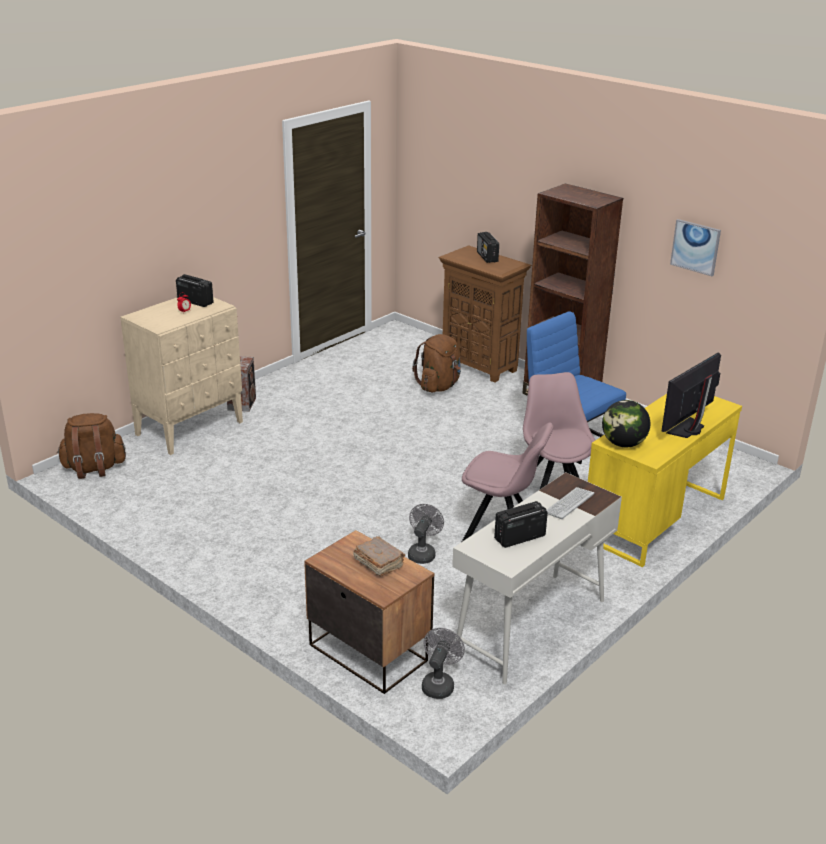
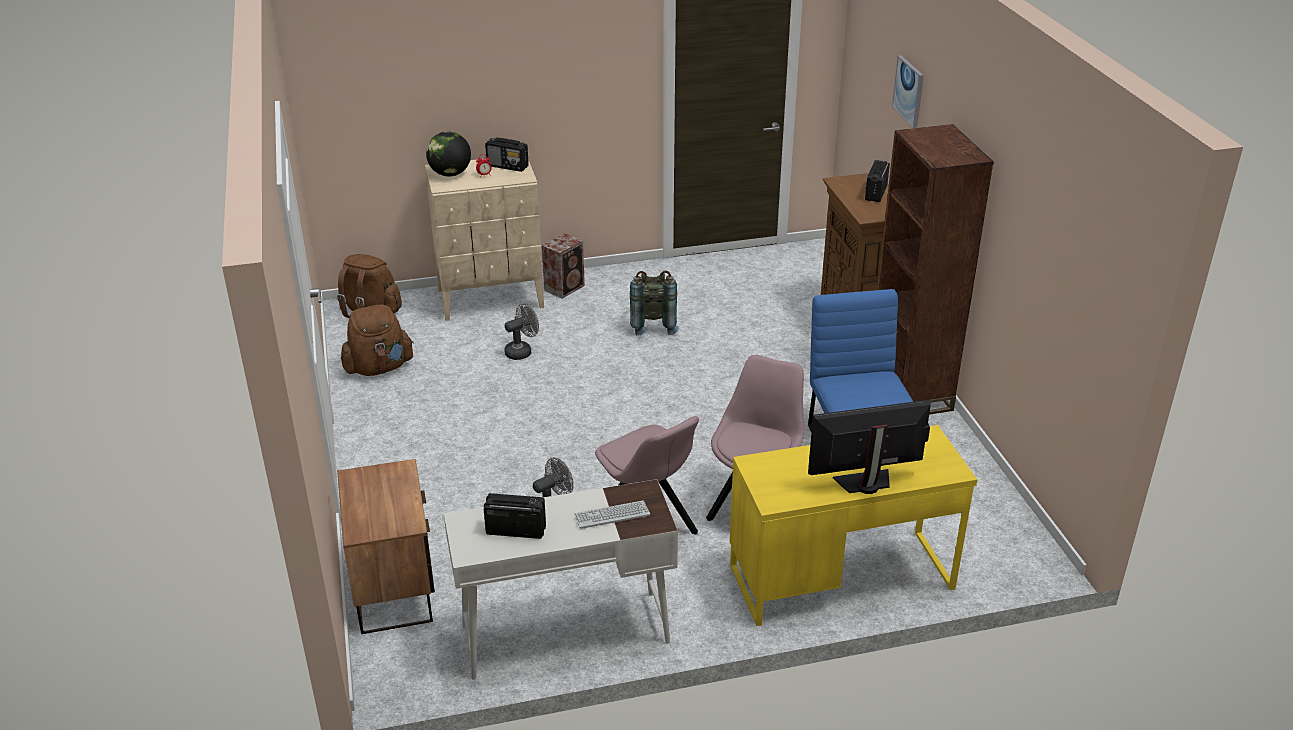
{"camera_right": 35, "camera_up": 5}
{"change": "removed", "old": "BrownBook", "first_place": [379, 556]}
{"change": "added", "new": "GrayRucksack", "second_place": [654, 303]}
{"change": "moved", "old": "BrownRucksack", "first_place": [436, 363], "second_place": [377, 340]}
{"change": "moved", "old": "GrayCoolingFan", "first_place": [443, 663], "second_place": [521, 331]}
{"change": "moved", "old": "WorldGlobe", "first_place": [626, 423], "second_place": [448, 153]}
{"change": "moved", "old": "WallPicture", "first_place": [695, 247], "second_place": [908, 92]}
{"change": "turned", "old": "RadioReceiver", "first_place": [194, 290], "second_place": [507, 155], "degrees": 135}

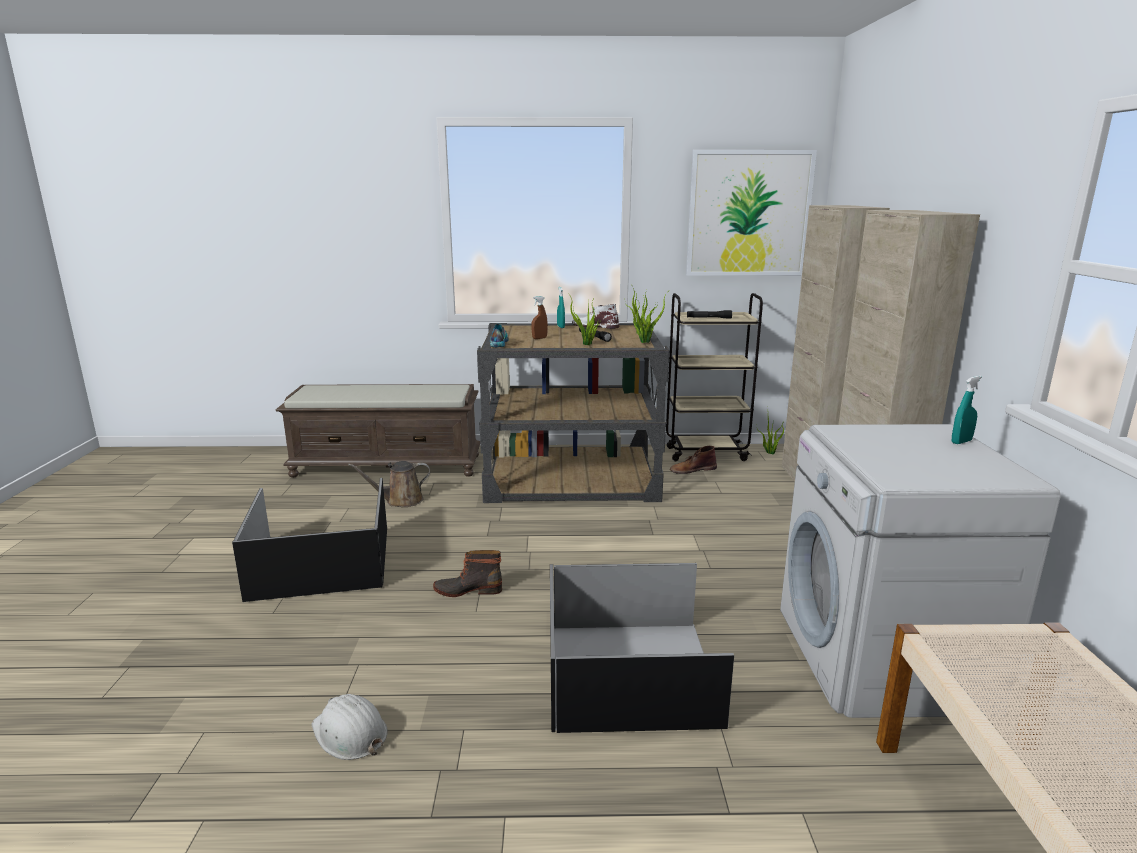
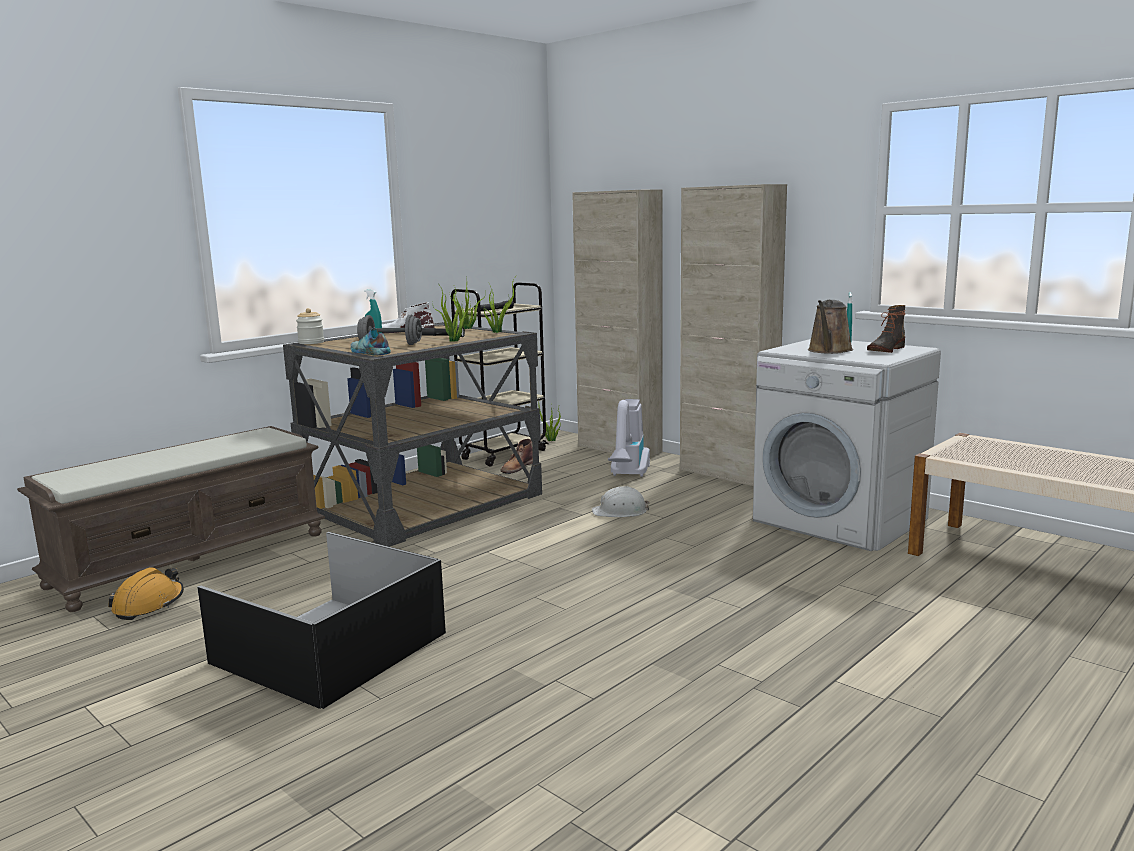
{"camera_right": -45, "camera_up": -5}
{"change": "removed", "old": "BlackStorageContainer", "first_place": [642, 648]}
{"change": "removed", "old": "WallPicture", "first_place": [751, 213]}
{"change": "added", "new": "OrangeColouredSafetyHelmet", "second_place": [146, 593]}
{"change": "added", "new": "Jar", "second_place": [310, 326]}
{"change": "added", "new": "Vacuum", "second_place": [629, 438]}
{"change": "moved", "old": "WhiteColouredSafetyHelmet", "first_place": [349, 727], "second_place": [620, 501]}
{"change": "moved", "old": "BrownWateringCan", "first_place": [389, 484], "second_place": [830, 327]}
{"change": "moved", "old": "HighTopBoot", "first_place": [467, 573], "second_place": [886, 329]}
{"change": "replaced", "old": "BrownHandSprayer", "new": "GrayHandWeight", "first_place": [539, 317], "second_place": [389, 330]}

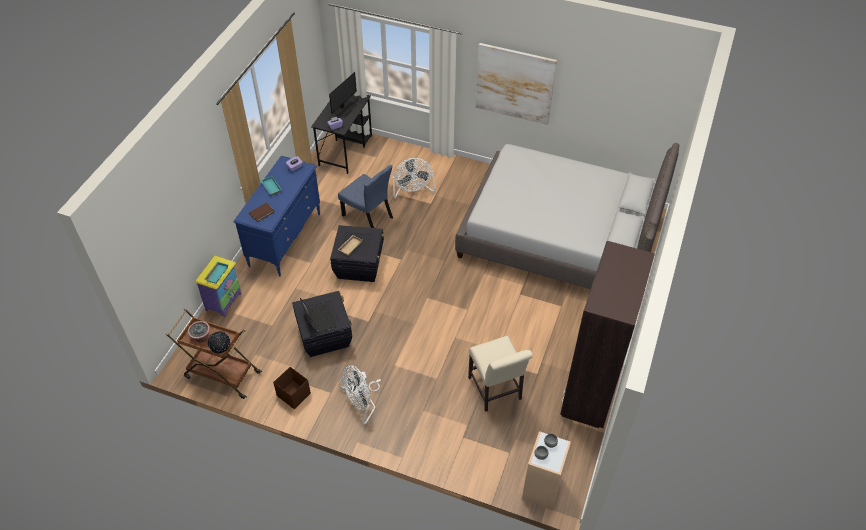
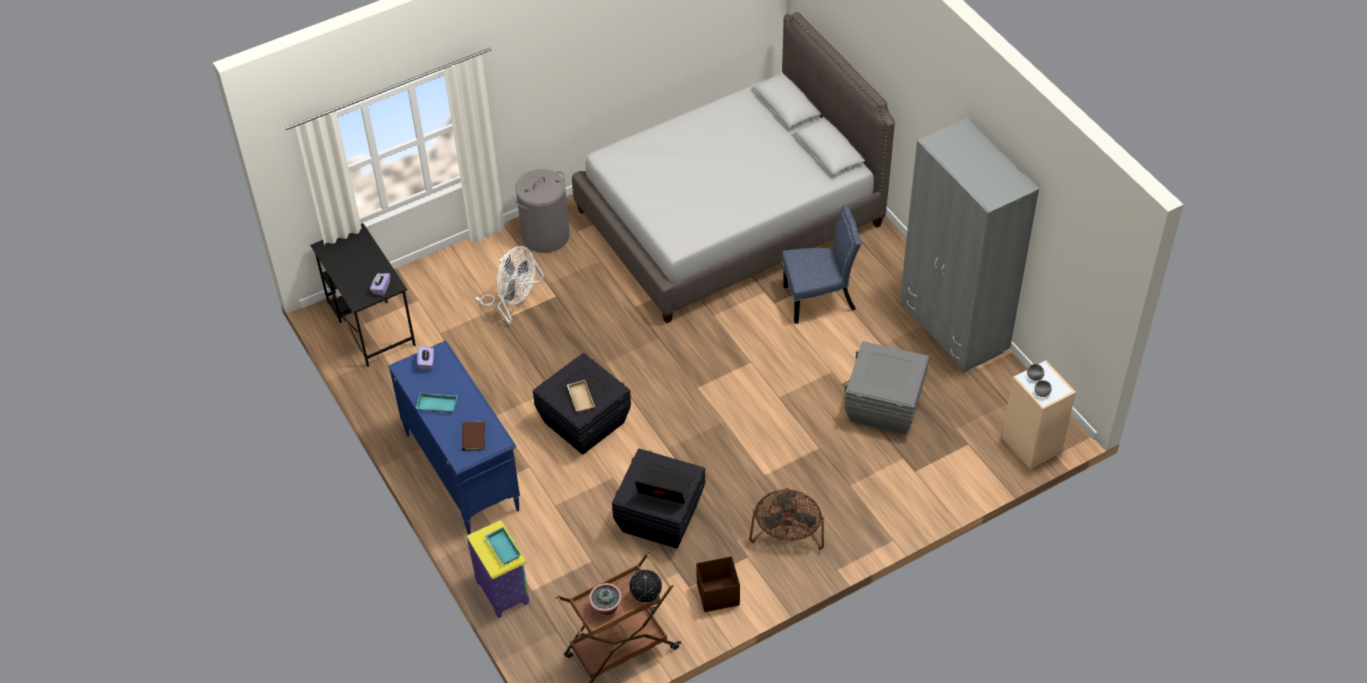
{"camera_right": -50, "camera_up": 0}
{"change": "removed", "old": "ComputerDisplay", "first_place": [343, 94]}
{"change": "removed", "old": "WallPicture", "first_place": [516, 84]}
{"change": "added", "new": "GrayWashingBasket", "second_place": [542, 211]}
{"change": "moved", "old": "BluishChair", "first_place": [365, 196], "second_place": [821, 263]}
{"change": "replaced", "old": "BeigeColouredChair", "new": "GrayStorageContainer", "first_place": [500, 374], "second_place": [887, 388]}
{"change": "recoloured", "old": "WhiteColouredCoolingFan", "new": "BrownCoolingFan", "first_place": [360, 395], "second_place": [786, 519]}
{"change": "recoloured", "old": "BrownClothesCupboard", "new": "GrayClothesCupboard", "first_place": [607, 334], "second_place": [969, 245]}

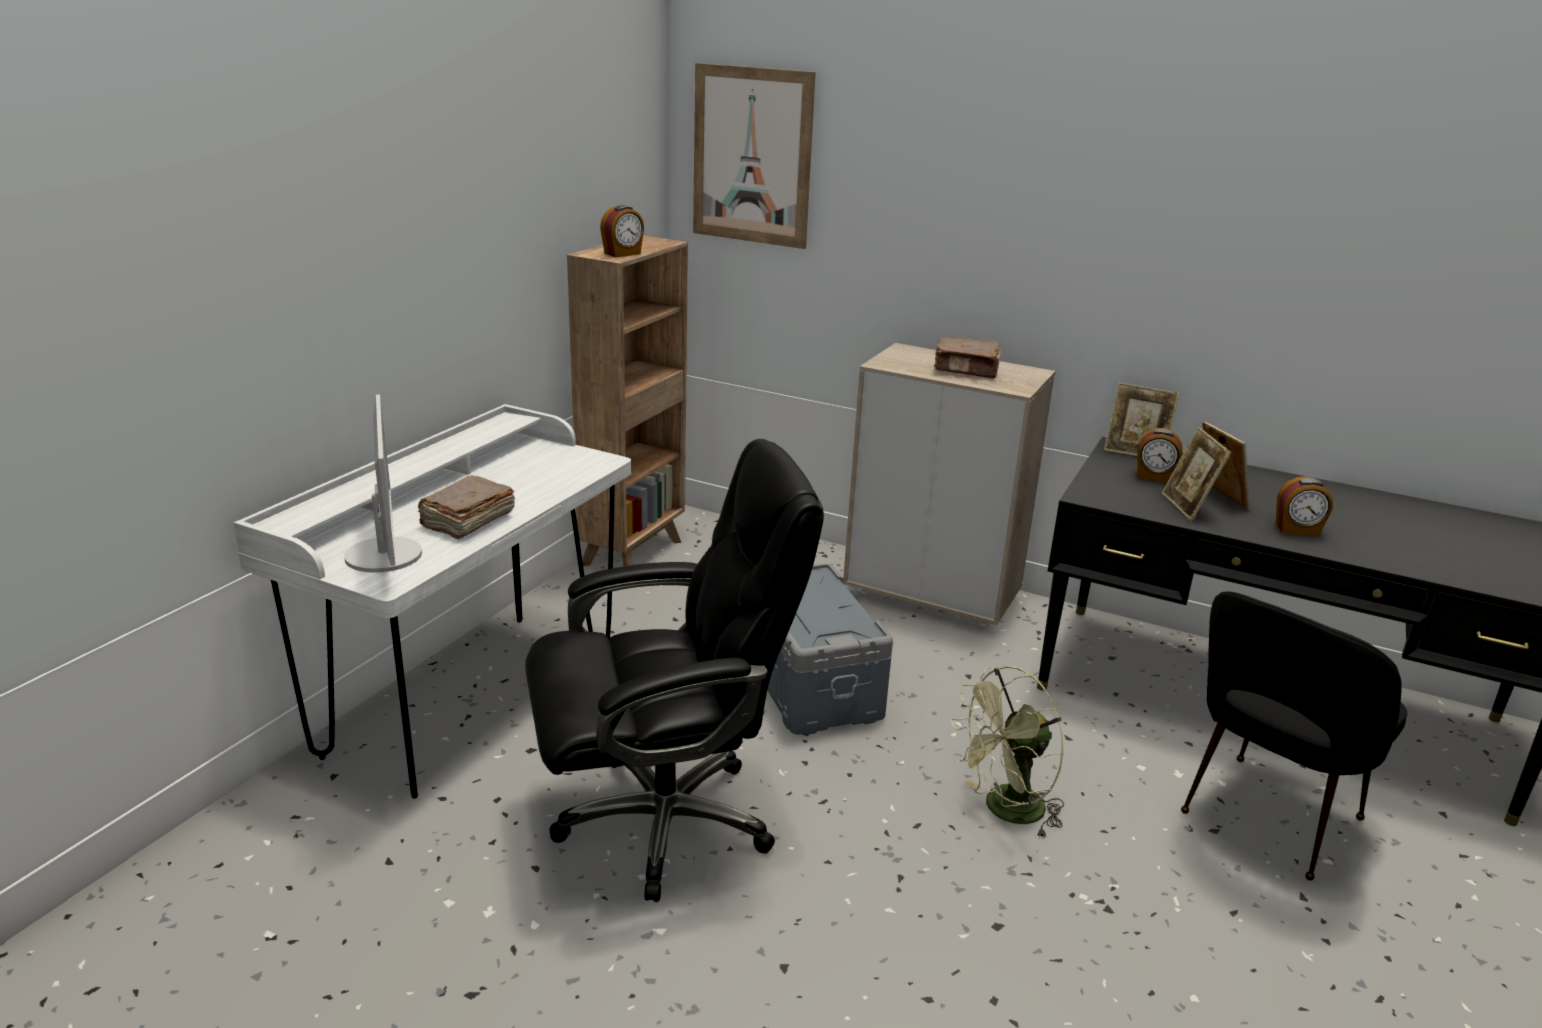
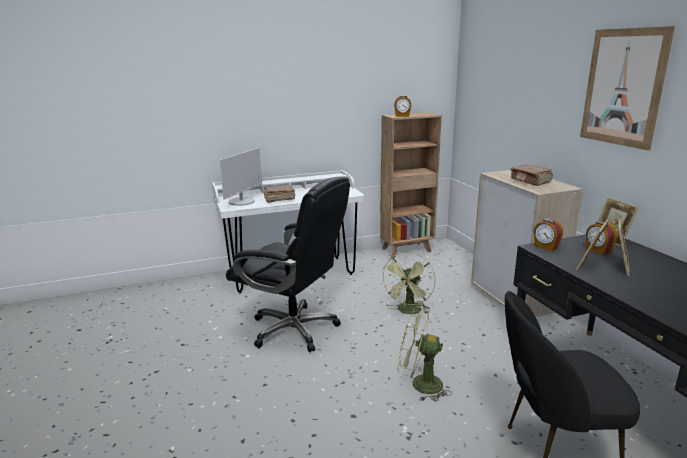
{"camera_right": 45, "camera_up": -5}
{"change": "moved", "old": "WallPicture", "first_place": [754, 156], "second_place": [627, 88]}
{"change": "moved", "old": "AlarmClock", "first_place": [1304, 506], "second_place": [548, 235]}
{"change": "replaced", "old": "GrayStorageContainer", "new": "GreenCoolingFan", "first_place": [830, 649], "second_place": [409, 283]}

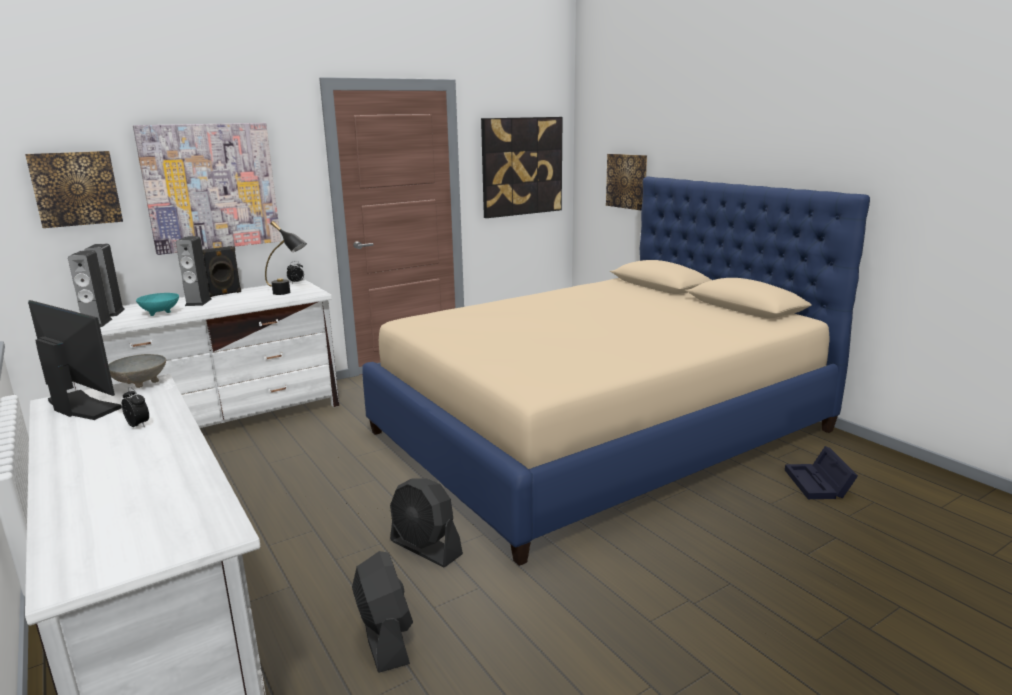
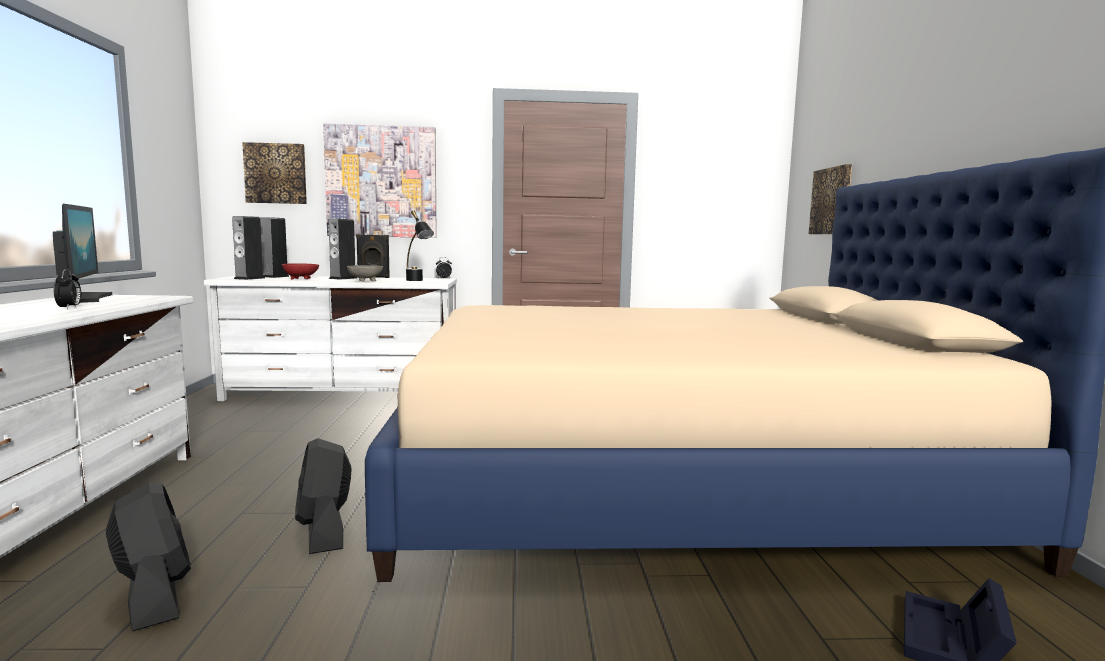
{"camera_right": 30, "camera_up": -10}
{"change": "removed", "old": "WallPicture", "first_place": [522, 167]}
{"change": "moved", "old": "GrayDeepDish", "first_place": [137, 371], "second_place": [365, 273]}
{"change": "recoloured", "old": "BlueGreenDeepDish", "new": "RedColouredDeepDish", "first_place": [157, 304], "second_place": [300, 271]}
{"change": "turned", "old": "BlackCoolingFan", "first_place": [382, 612], "second_place": [148, 557], "degrees": -45}

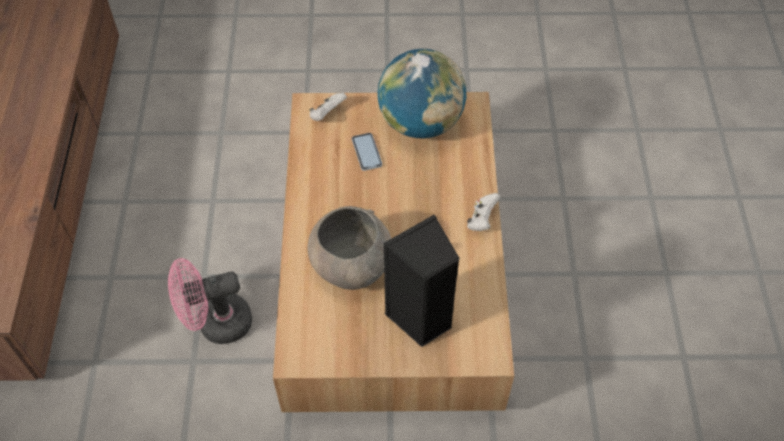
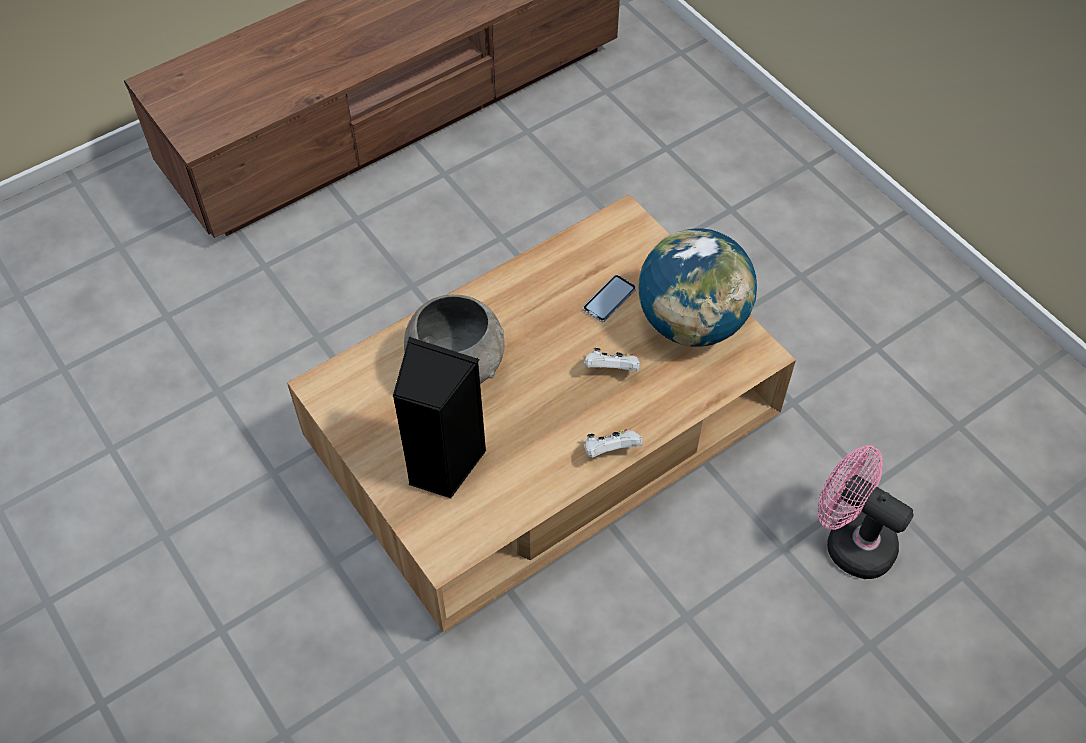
{"camera_right": 55, "camera_up": 0}
{"change": "moved", "old": "PinkColouredCoolingFan", "first_place": [210, 301], "second_place": [866, 512]}
{"change": "moved", "old": "WhiteColouredGameController", "first_place": [328, 107], "second_place": [612, 359]}

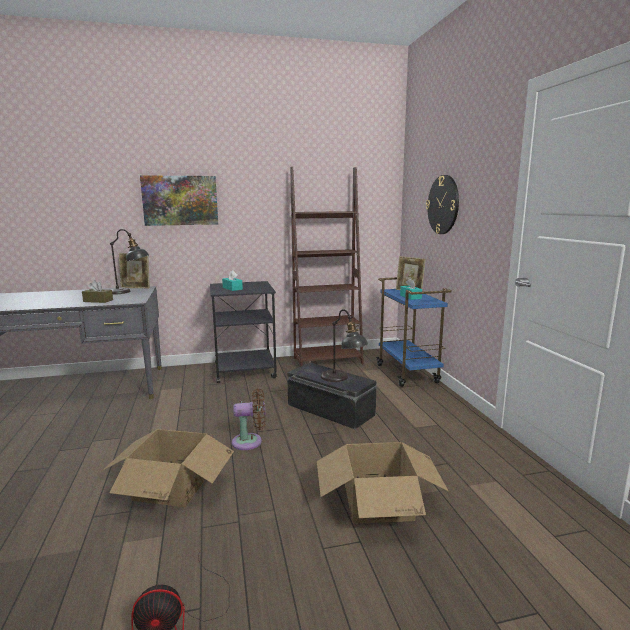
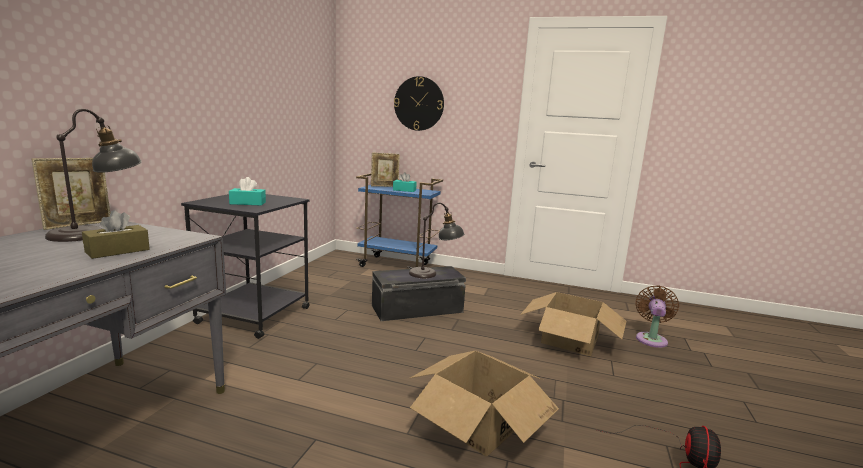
{"camera_right": -60, "camera_up": 0}
{"change": "removed", "old": "WallPicture", "first_place": [179, 200]}
{"change": "removed", "old": "BrownBookcase", "first_place": [327, 266]}
{"change": "moved", "old": "BrownCoolingFan", "first_place": [248, 419], "second_place": [657, 316]}

